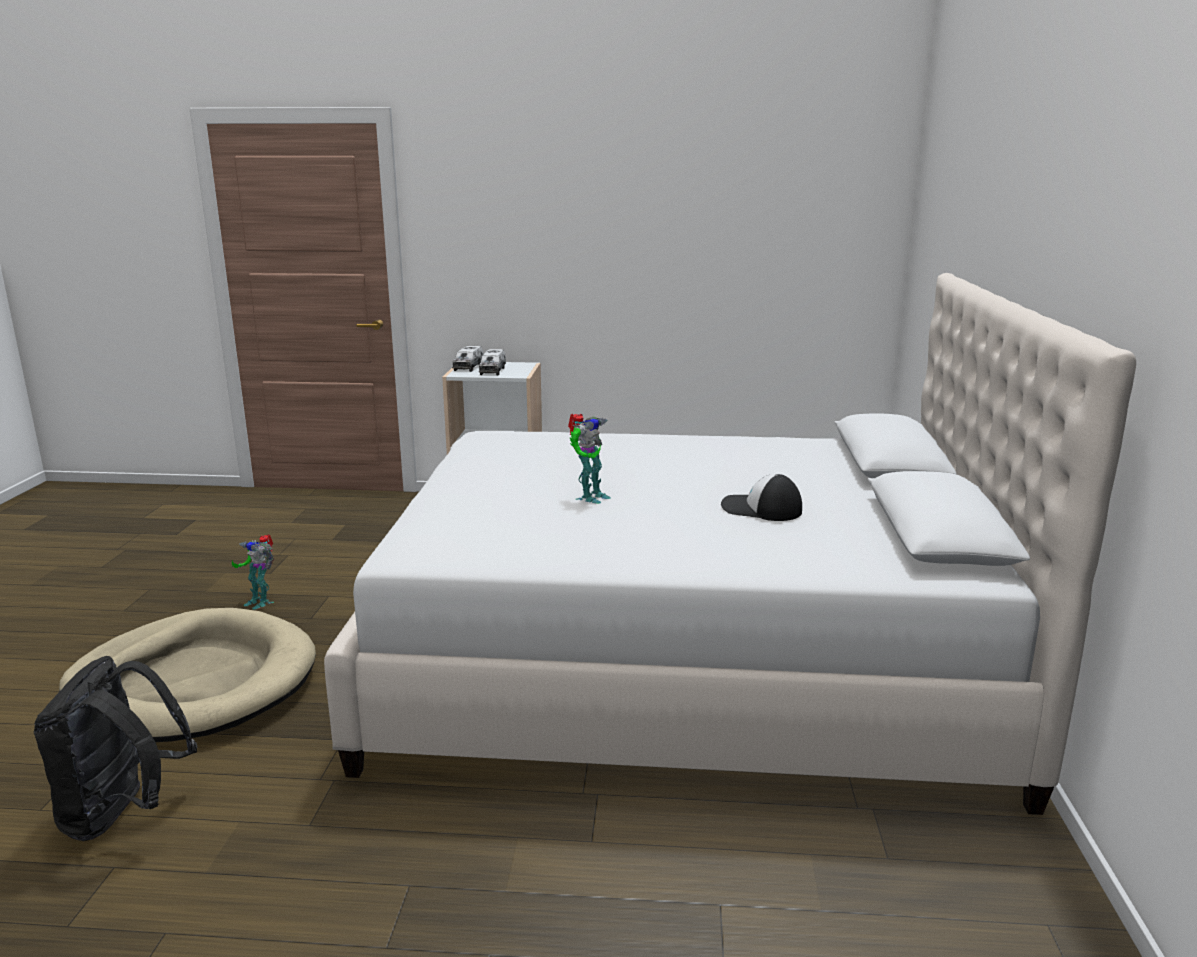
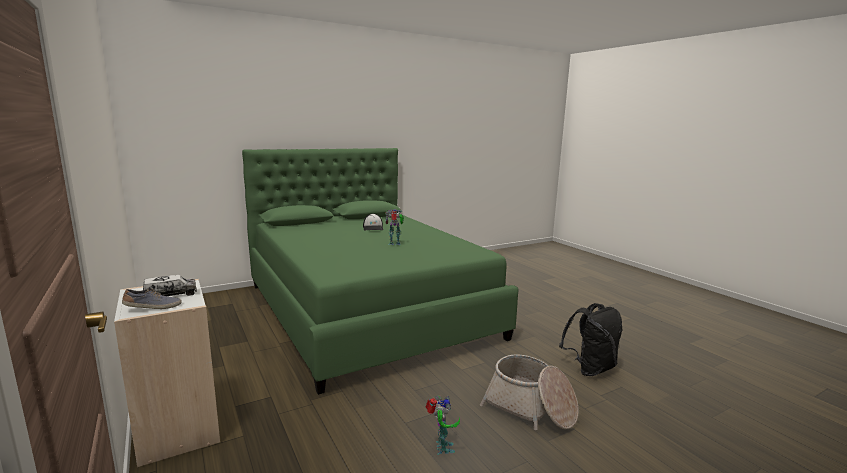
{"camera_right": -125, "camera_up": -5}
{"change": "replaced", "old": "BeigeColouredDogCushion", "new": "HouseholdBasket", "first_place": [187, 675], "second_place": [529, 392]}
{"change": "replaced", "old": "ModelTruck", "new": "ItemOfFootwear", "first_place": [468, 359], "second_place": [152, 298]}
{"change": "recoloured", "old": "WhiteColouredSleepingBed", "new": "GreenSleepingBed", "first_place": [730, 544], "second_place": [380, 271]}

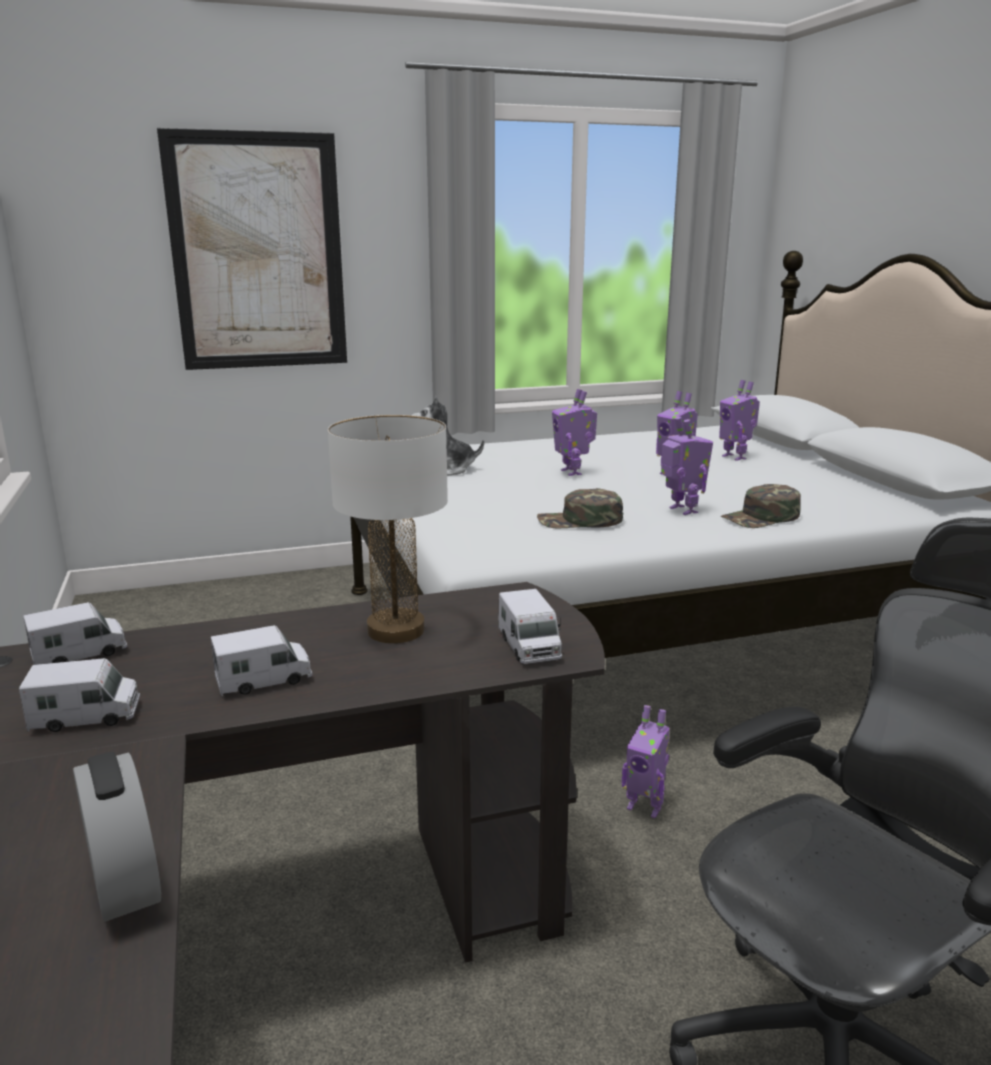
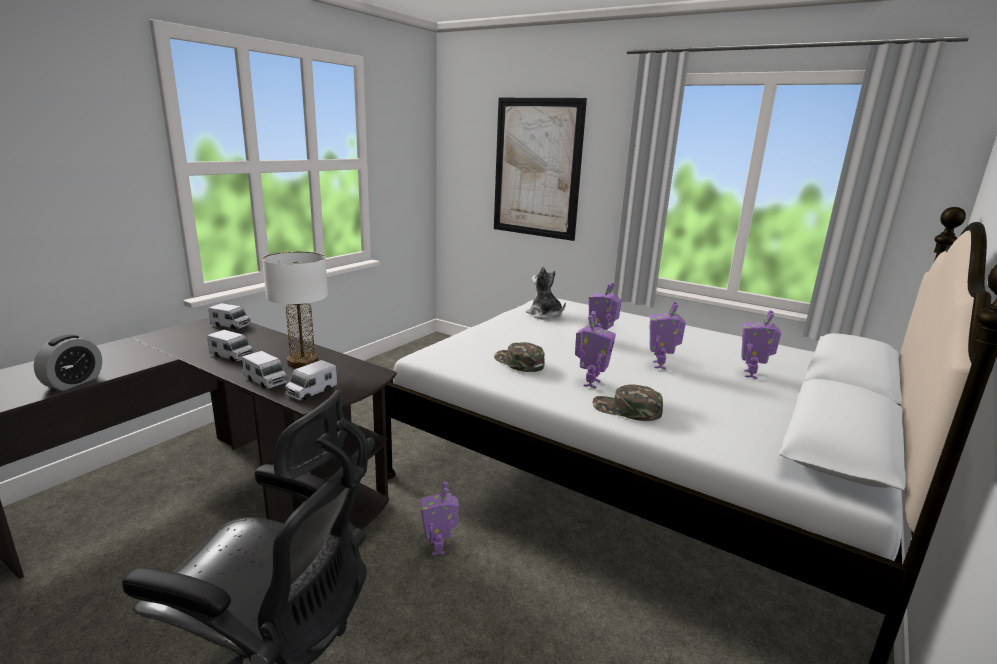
{"camera_right": 50, "camera_up": 0}
{"change": "moved", "old": "ModelTruck", "first_place": [79, 695], "second_place": [265, 370]}

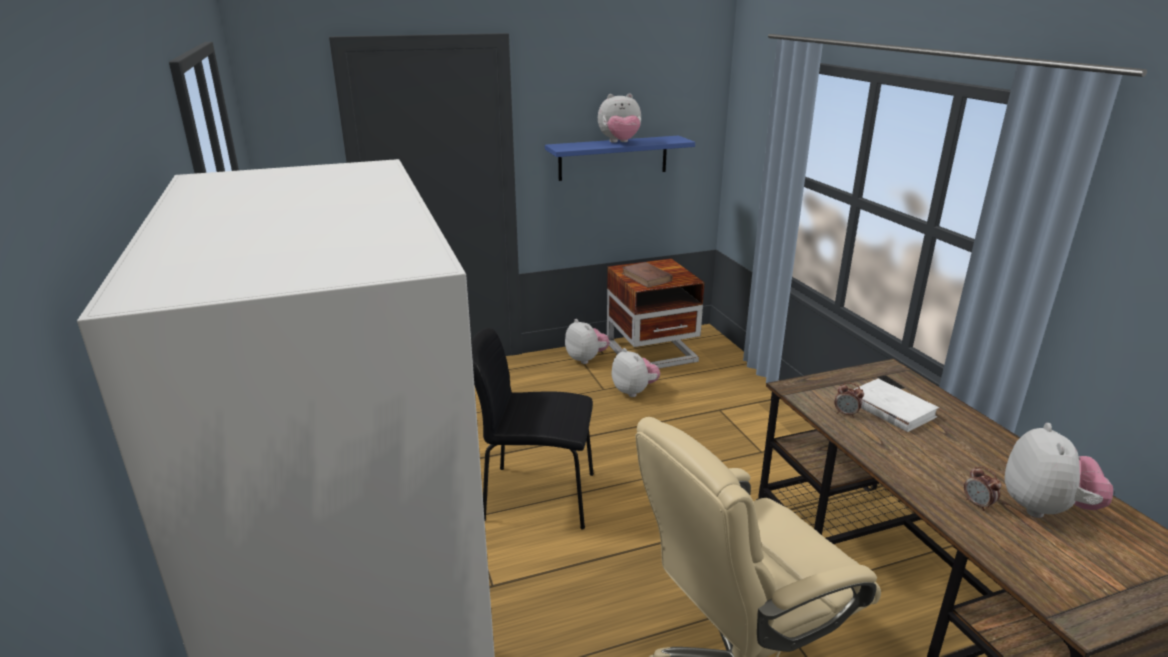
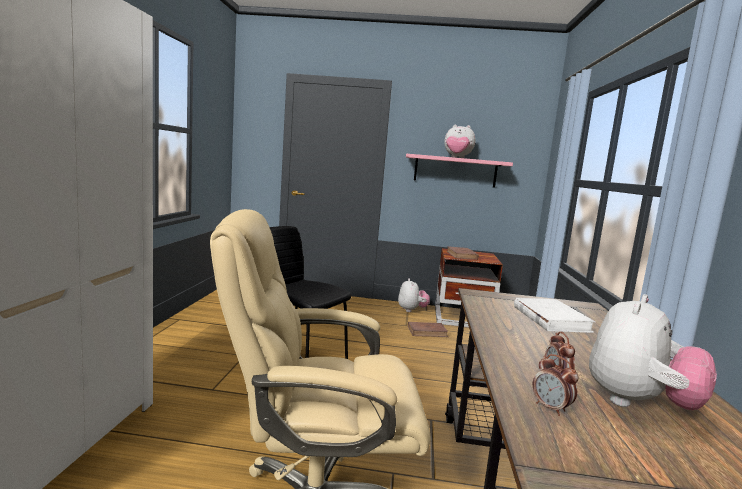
{"camera_right": 25, "camera_up": -15}
{"change": "moved", "old": "AlarmClock", "first_place": [849, 400], "second_place": [555, 385]}
{"change": "replaced", "old": "PlushToy", "new": "BrownBook", "first_place": [636, 372], "second_place": [428, 329]}
{"change": "recoloured", "old": "BluishShelf", "new": "PinkColouredShelf", "first_place": [620, 158], "second_place": [459, 171]}

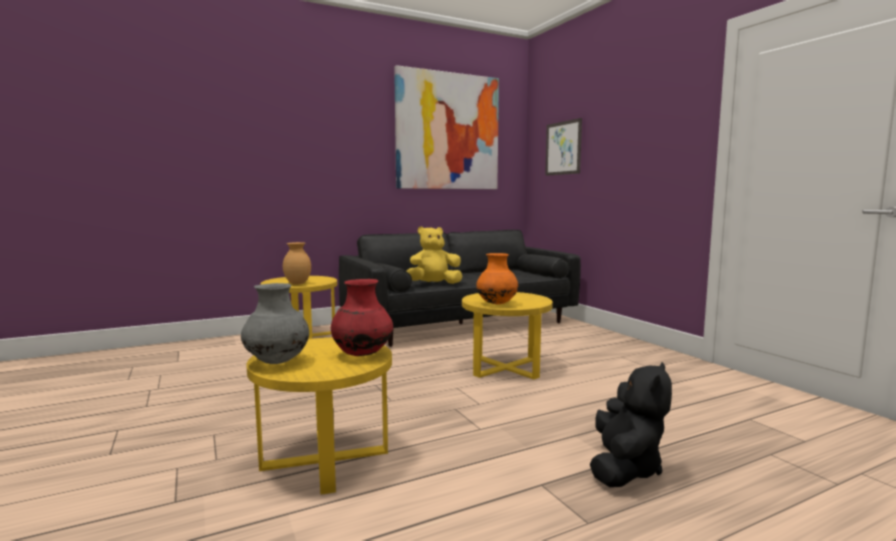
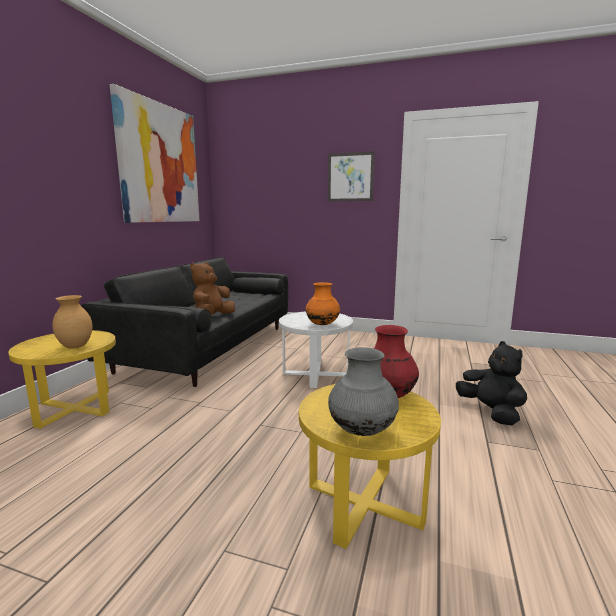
{"camera_right": -45, "camera_up": 5}
{"change": "moved", "old": "WallPicture", "first_place": [563, 147], "second_place": [351, 176]}
{"change": "recoloured", "old": "YellowishPlushToy", "new": "BrownPlushToy", "first_place": [434, 255], "second_place": [212, 288]}
{"change": "recoloured", "old": "YellowishEndTable", "new": "WhiteColouredEndTable", "first_place": [507, 336], "second_place": [316, 349]}

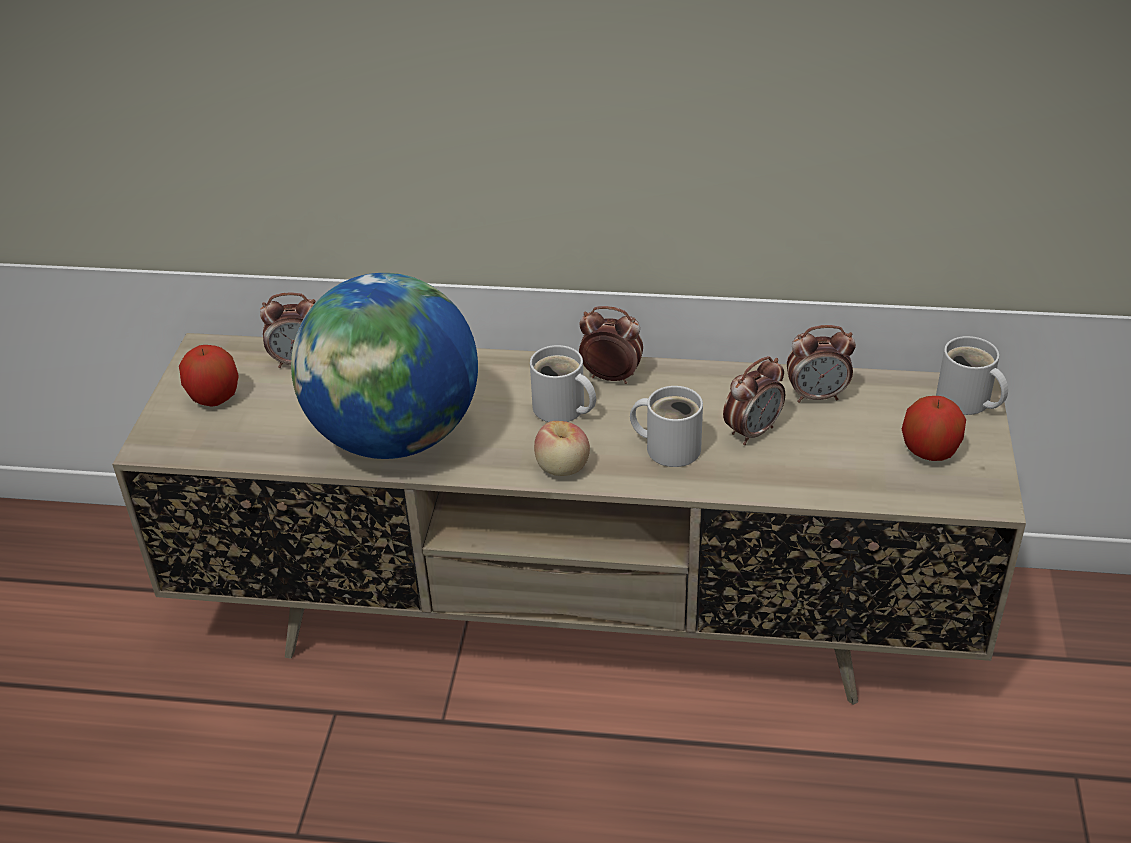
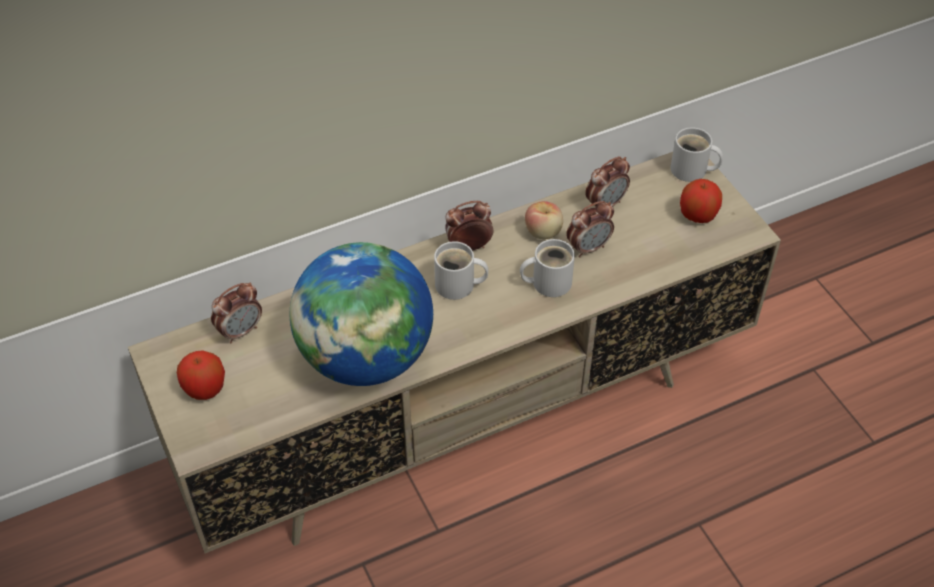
{"camera_right": -35, "camera_up": 10}
{"change": "moved", "old": "AppleFruit", "first_place": [562, 448], "second_place": [544, 220]}
{"change": "turned", "old": "AlarmClock", "first_place": [754, 400], "second_place": [590, 229], "degrees": 45}

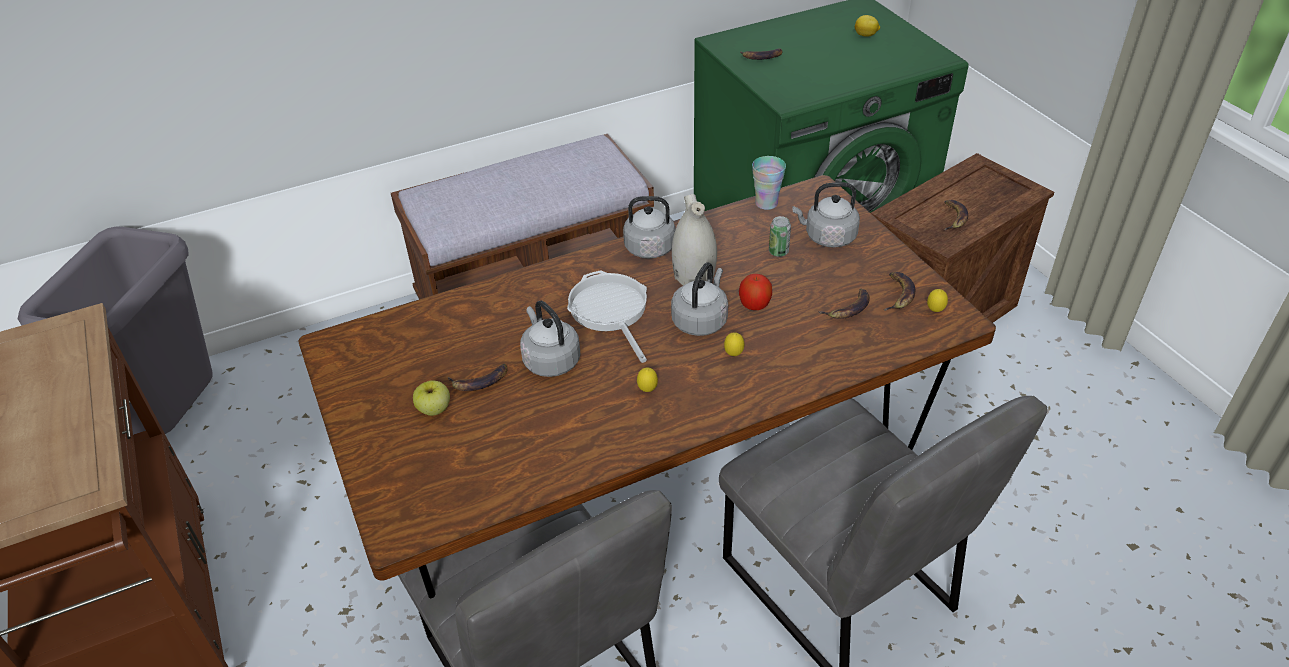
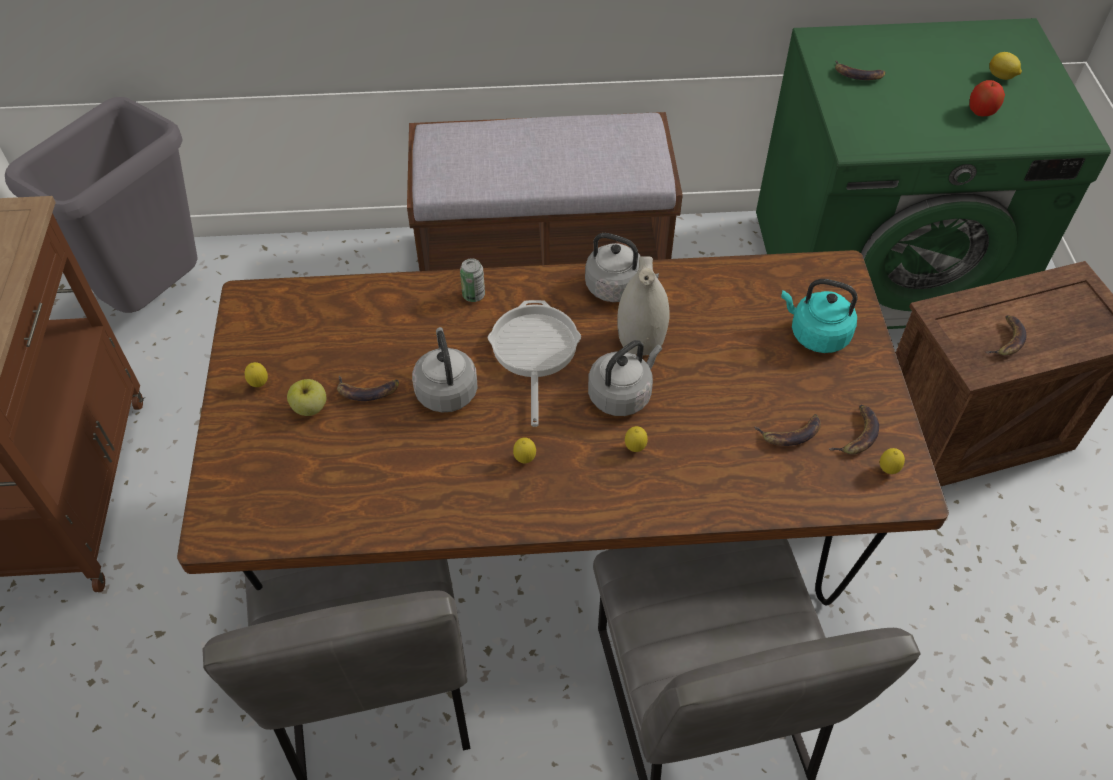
{"camera_right": 20, "camera_up": 10}
{"change": "removed", "old": "Cup", "first_place": [769, 183]}
{"change": "added", "new": "Lemon", "second_place": [256, 374]}
{"change": "moved", "old": "AppleFruit", "first_place": [755, 292], "second_place": [987, 98]}
{"change": "moved", "old": "MetalCan", "first_place": [780, 236], "second_place": [472, 280]}
{"change": "recoloured", "old": "GrayTeaKettle", "new": "BlueGreenTeaKettle", "first_place": [826, 215], "second_place": [819, 316]}

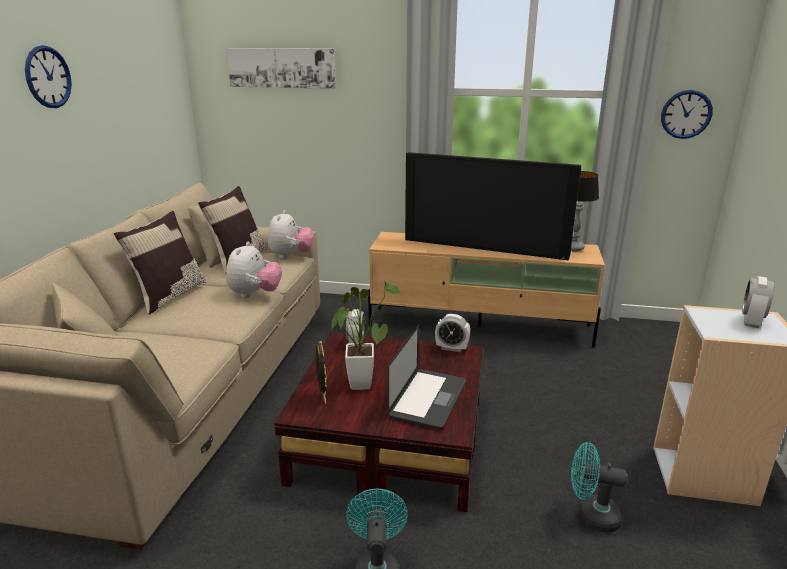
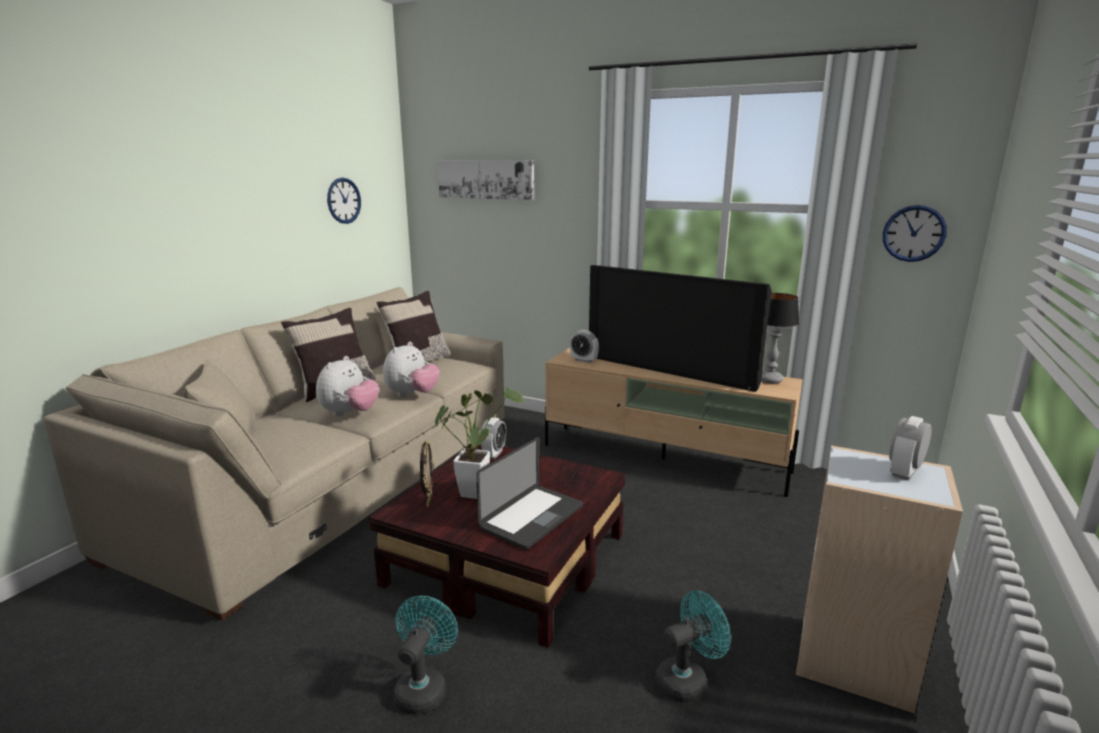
{"camera_right": 15, "camera_up": -5}
{"change": "moved", "old": "ClockOnTheWall", "first_place": [48, 76], "second_place": [344, 201]}
{"change": "moved", "old": "PlushToy", "first_place": [291, 234], "second_place": [347, 386]}
{"change": "moved", "old": "AlarmClock", "first_place": [452, 333], "second_place": [584, 346]}
{"change": "turned", "old": "BlueGreenCoolingFan", "first_place": [599, 487], "second_place": [693, 646], "degrees": 120}

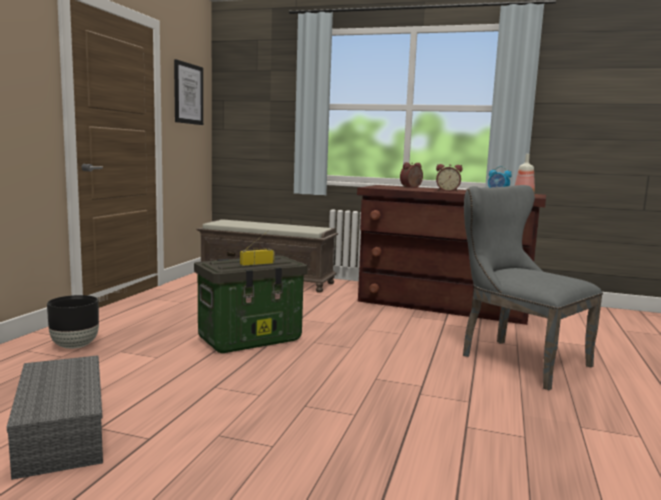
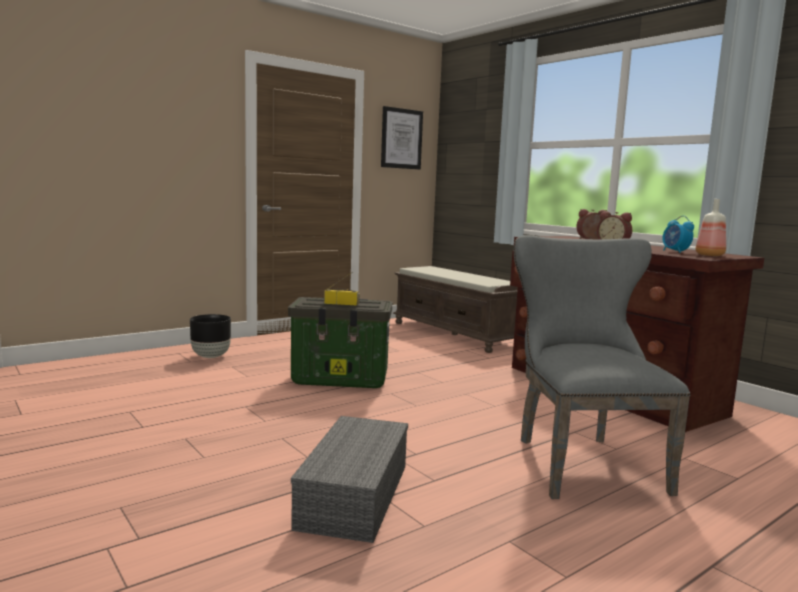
{"camera_right": 35, "camera_up": 0}
{"change": "moved", "old": "GrayStorageContainer", "first_place": [55, 417], "second_place": [349, 479]}

